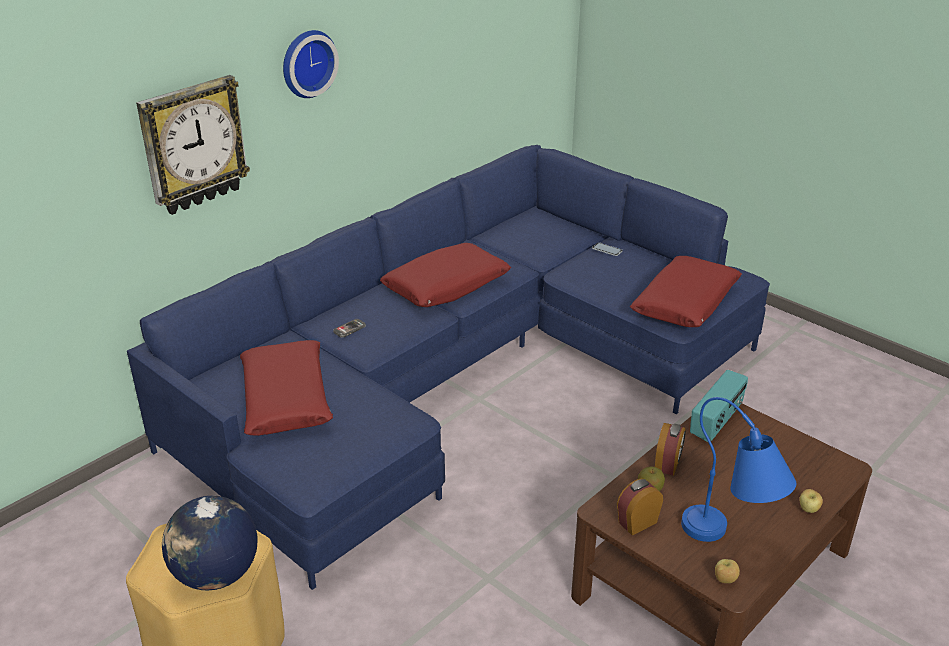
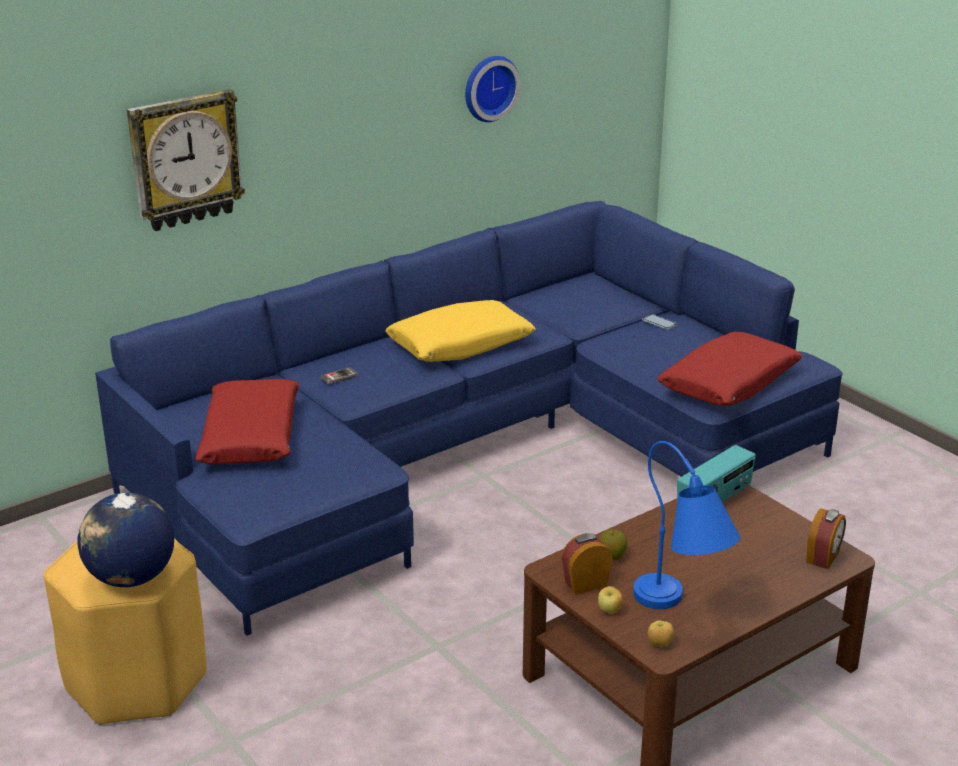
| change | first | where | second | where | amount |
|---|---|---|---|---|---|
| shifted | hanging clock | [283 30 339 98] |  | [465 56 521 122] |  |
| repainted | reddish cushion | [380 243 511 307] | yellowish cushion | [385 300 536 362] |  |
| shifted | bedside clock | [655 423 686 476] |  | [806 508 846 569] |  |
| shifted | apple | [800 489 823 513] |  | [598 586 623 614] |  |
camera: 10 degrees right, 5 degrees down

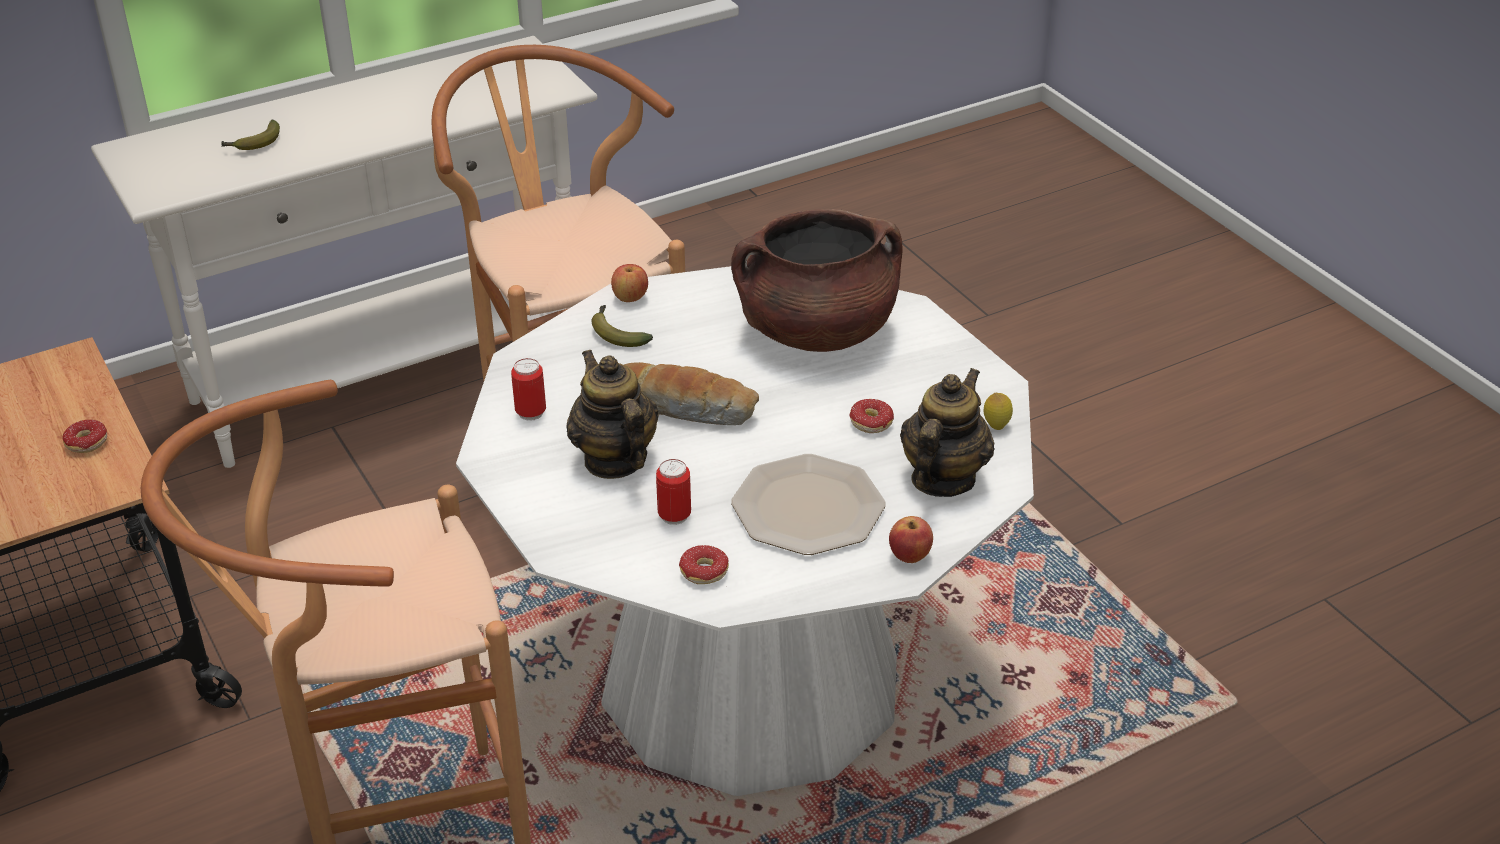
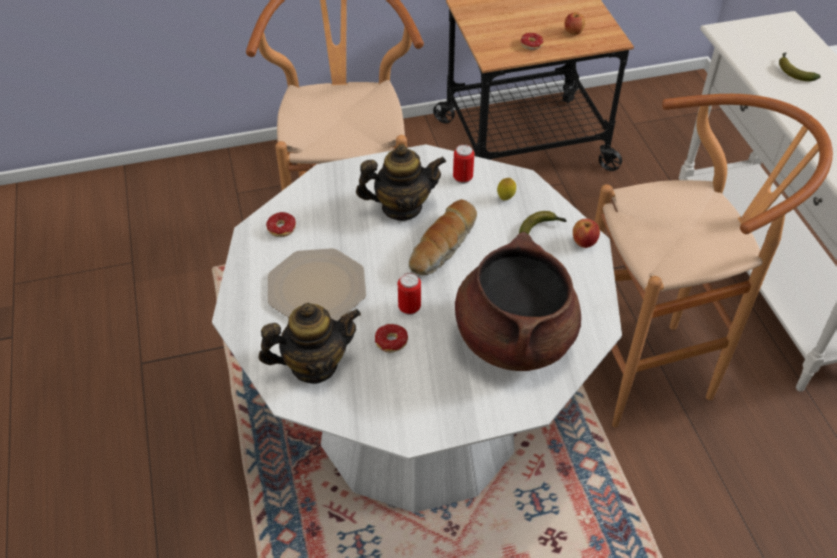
| change | first | where | second | where | amount |
|---|---|---|---|---|---|
| shifted | sealed can | [656 459 691 525] |  | [398 273 421 315] |  |
| shifted | apple | [889 516 933 563] |  | [565 12 585 35] |  |
| rotated | pot for tea | [900 368 994 497] |  | [259 303 361 384] | 60 degrees counterclockwise |
| shifted | lemon | [984 393 1013 430] |  | [497 178 516 200] |  |
camera: 105 degrees right, 10 degrees up

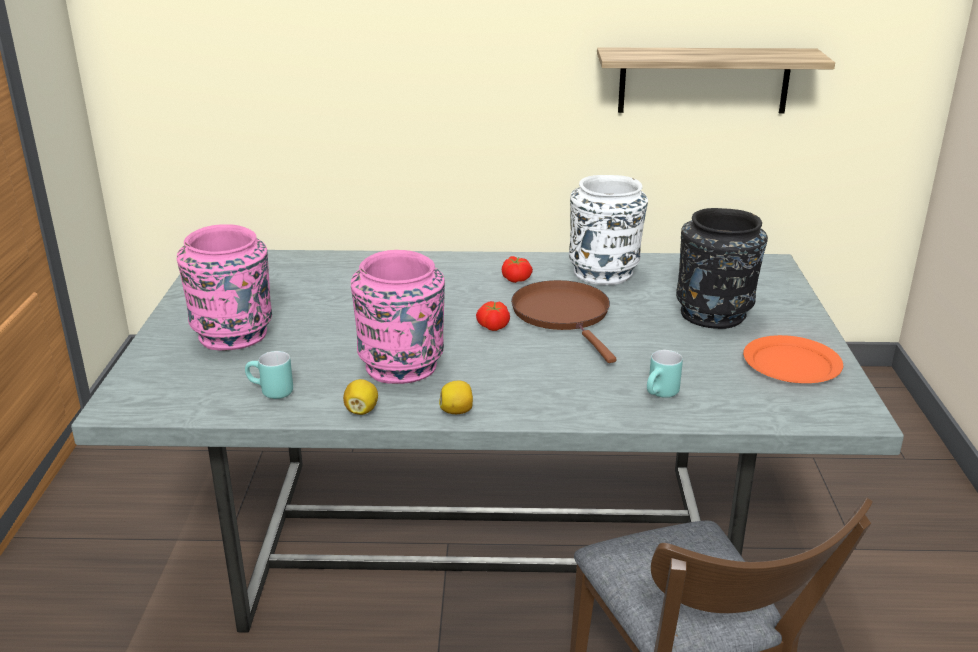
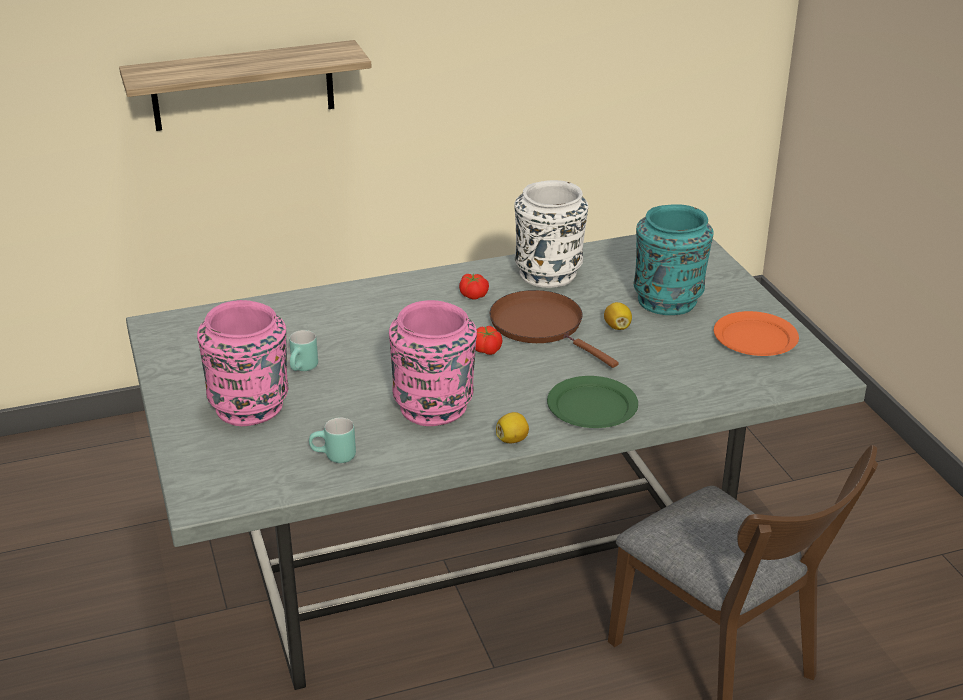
| change | first | where | second | where | amount |
|---|---|---|---|---|---|
| shifted | lemon | [343 379 378 415] |  | [604 302 632 330] |  |
| shifted | bracket shelf | [597 47 835 114] |  | [119 40 372 131] |  |
| shifted | turquoise coffee mug | [647 350 683 398] |  | [289 330 318 371] |  |
| repainted | black-coloured vase | [676 208 768 329] | turquoise vase | [634 204 714 315] |  |
| new |  |  | greenish flat dish | [547 376 638 428] |  |
camera: 20 degrees left, 5 degrees up

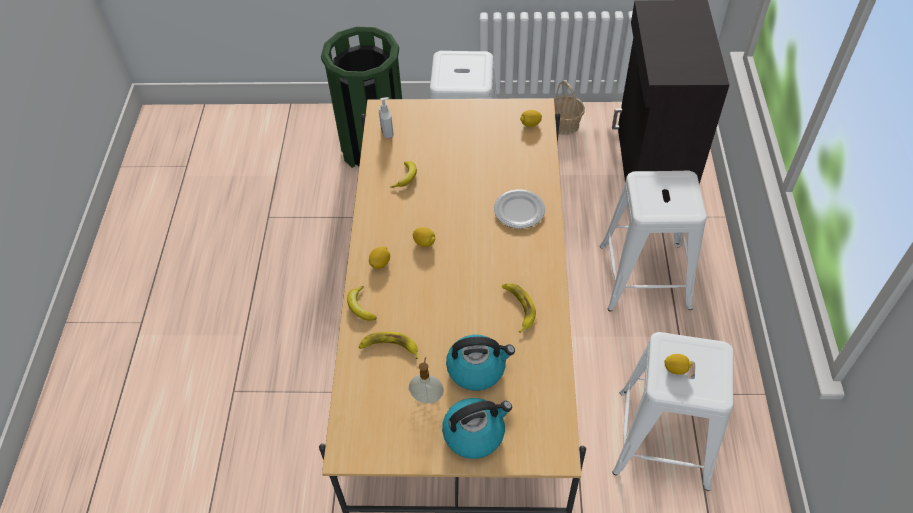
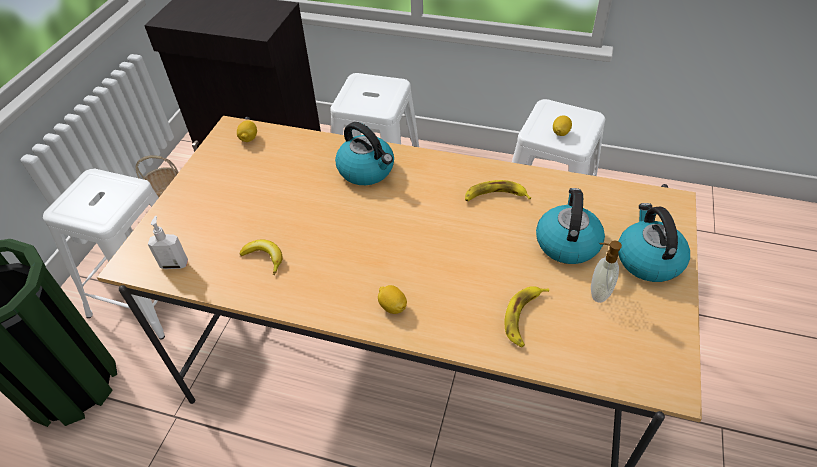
| change | first | where | second | where | amount |
|---|---|---|---|---|---|
| gone | banana | [347 286 377 321] |  |  |  |
| gone | lemon | [413 227 436 247] |  |  |  |
| swapped | flat dish | [494 189 545 229] | water kettle | [335 122 394 185] |  |
camera: 75 degrees left, 5 degrees down

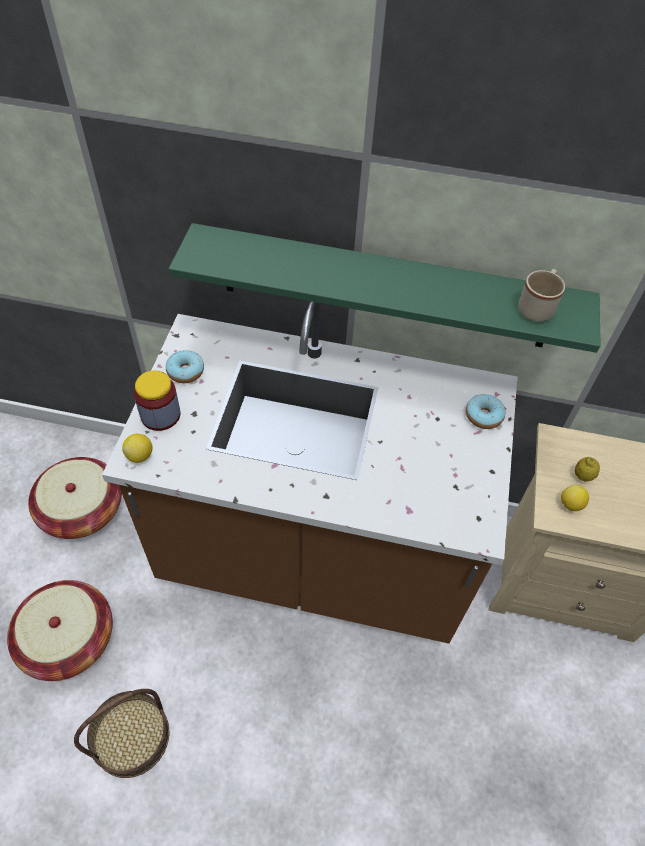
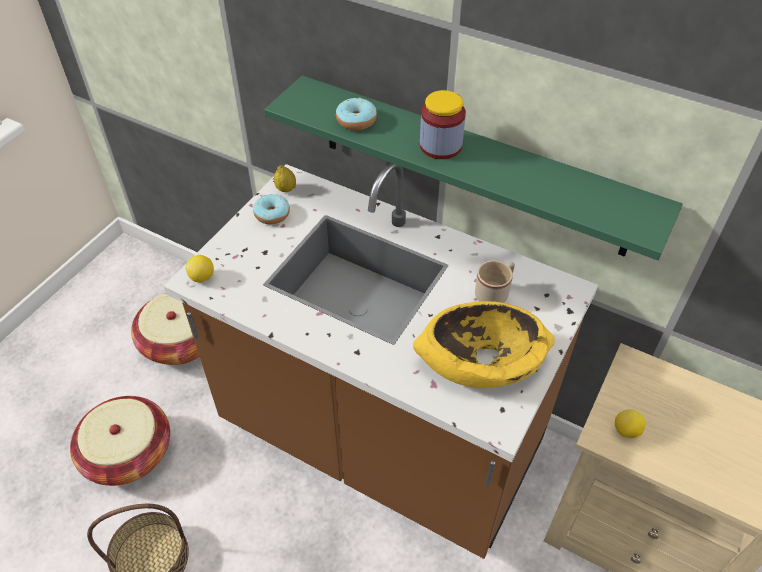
| change | first | where | second | where | amount |
|---|---|---|---|---|---|
| shifted | jar | [134 371 180 431] |  | [420 90 466 159] |  |
| shifted | donut | [466 394 506 429] |  | [336 98 377 130] |  |
| shifted | sand-coloured coffee mug | [518 269 565 322] |  | [475 260 515 303] |  |
| shifted | lemon | [575 457 600 481] |  | [274 165 296 192] |  |
| new |  |  | yellowish serving bowl | [413 301 555 388] |  |
camera: 20 degrees right, 5 degrees down

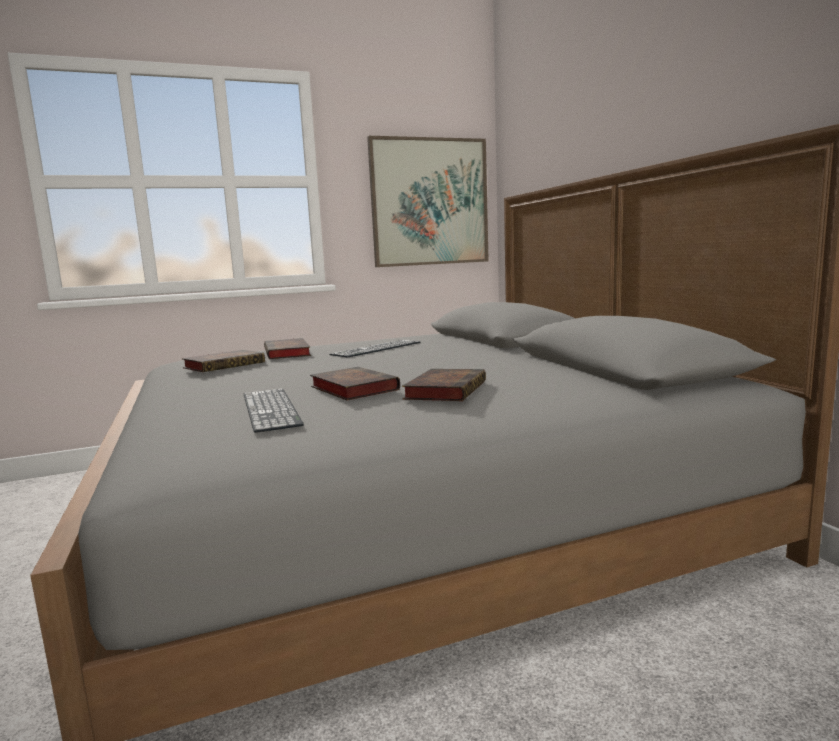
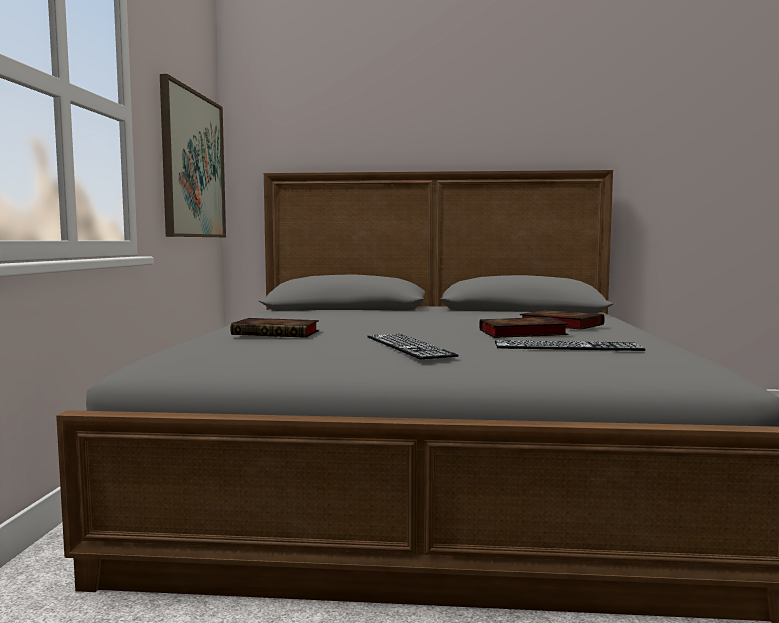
| change | first | where | second | where | amount |
|---|---|---|---|---|---|
| gone | bound book | [182 350 265 372] |  |  |  |
| shifted | PC keyboard | [330 339 420 357] |  | [367 334 459 359] |  |
camera: 65 degrees left, 5 degrees down

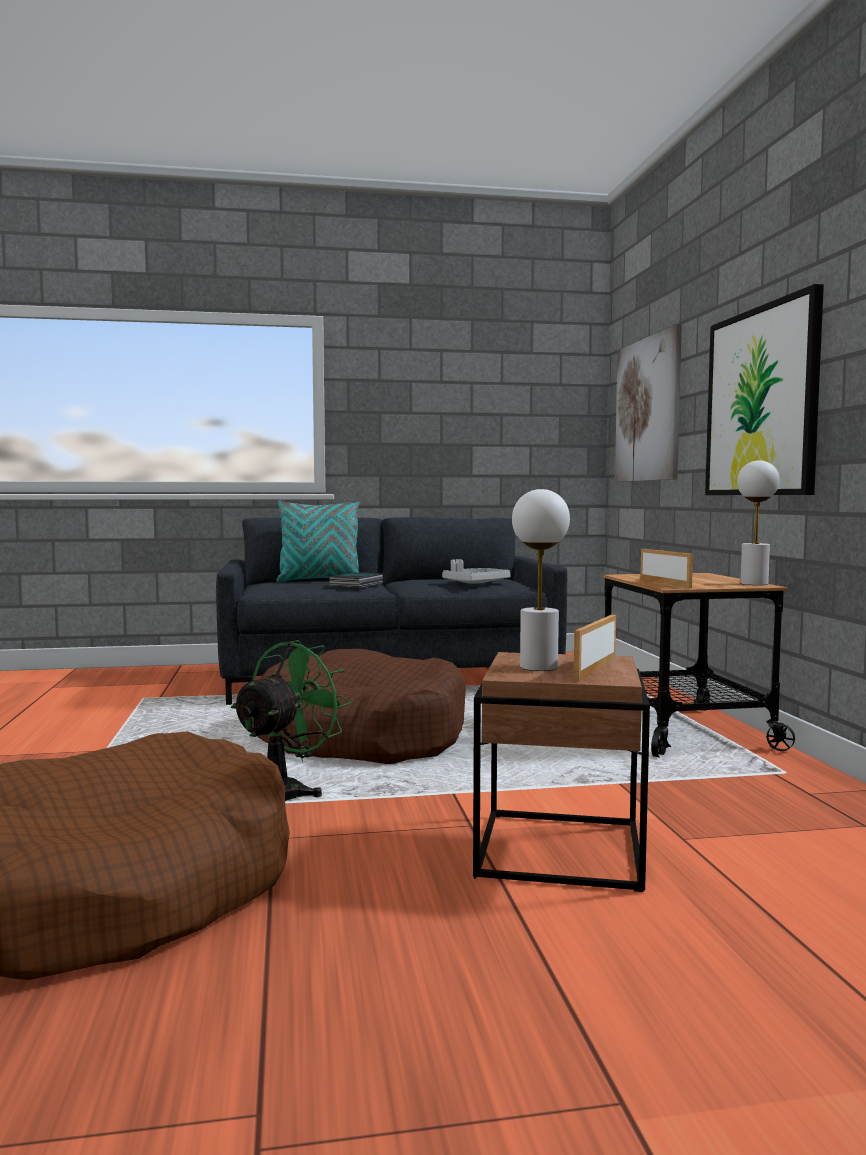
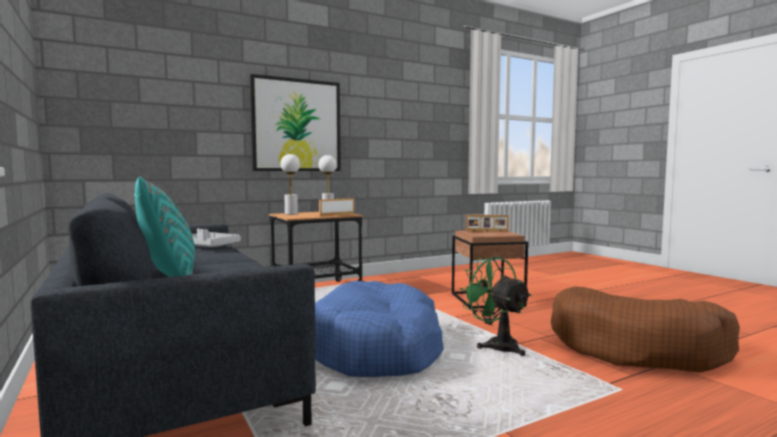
| change | first | where | second | where | amount |
|---|---|---|---|---|---|
| rotated | greenish cooling fan | [231 640 351 801] |  | [460 257 532 356] | 45 degrees clockwise |
| repainted | brown dog cushion | [257 649 466 764] | blue dog cushion | [315 281 444 377] |  |
| gone | bound book | [329 572 383 588] |  |  |  |
| shifted | white-coloured lamp for a table | [512 489 570 671] |  | [281 154 300 215] |  |
| gone | wall art | [615 324 682 482] |  |  |  |
camera: 110 degrees left, 0 degrees up

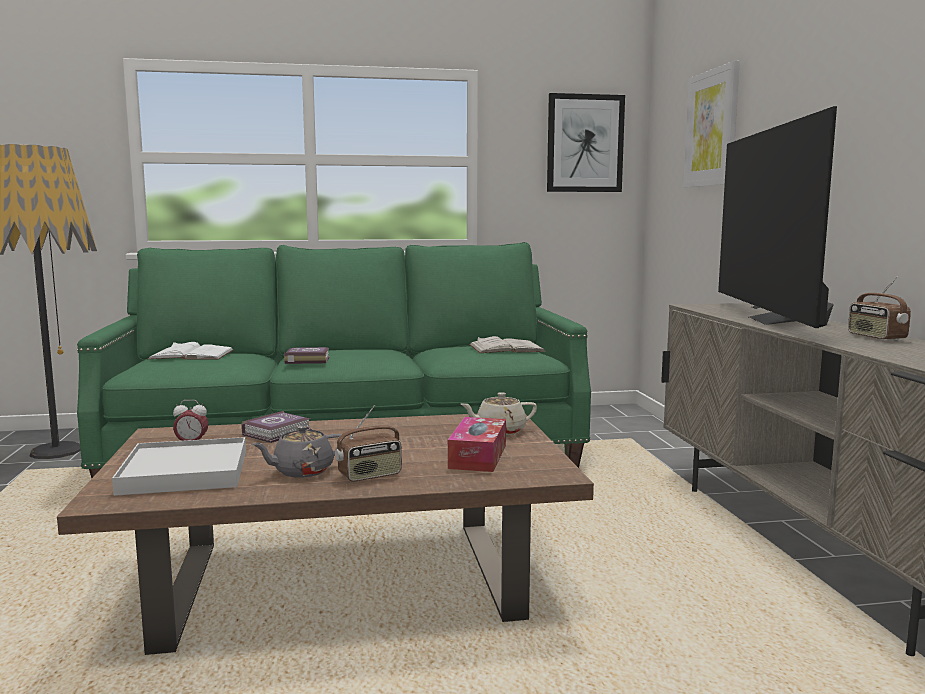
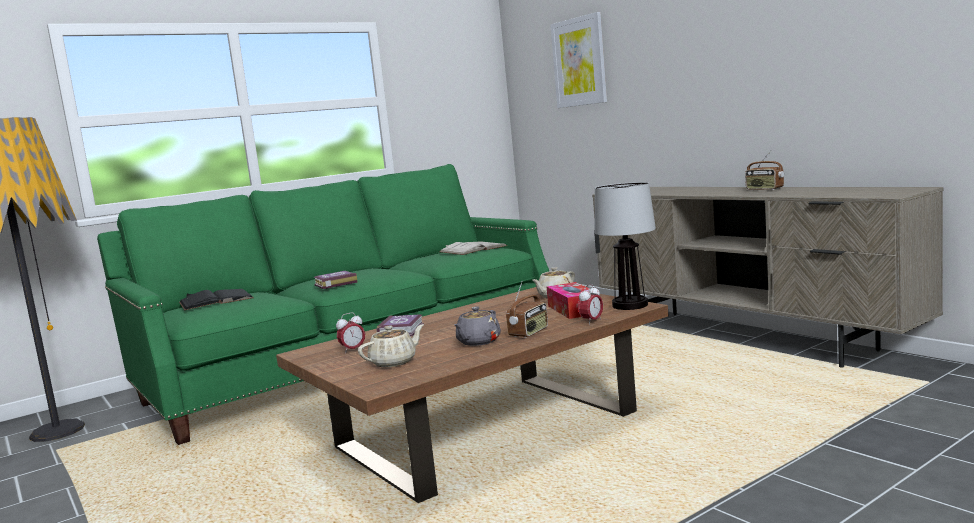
| change | first | where | second | where | amount |
|---|---|---|---|---|---|
| swapped | white-coloured tray | [112 437 246 496] | sand-coloured pot for tea | [358 324 424 367] |  |
| repainted | white-coloured bound book | [147 342 234 360] | black-coloured bound book | [179 289 254 310] |  |
| gone | wall art | [547 93 625 192] |  |  |  |
| gone | TV set | [718 106 837 328] |  |  |  |
| new |  |  | bedside clock | [578 284 603 325] |  |
| new |  |  | lamp for a table | [595 182 656 310] |  |
camera: 25 degrees left, 0 degrees up

